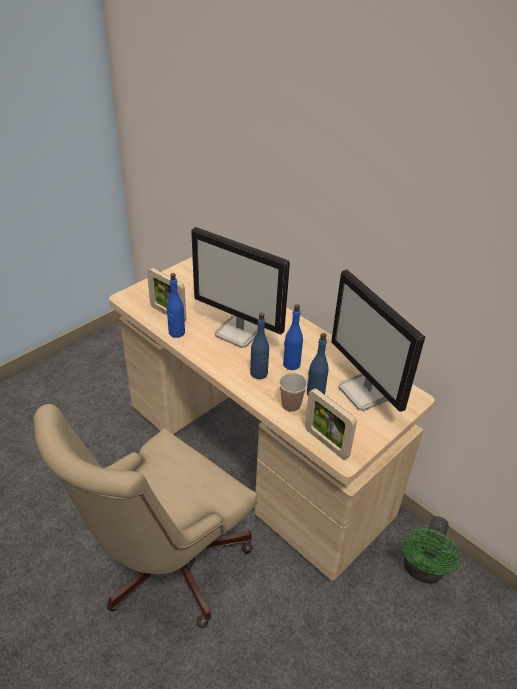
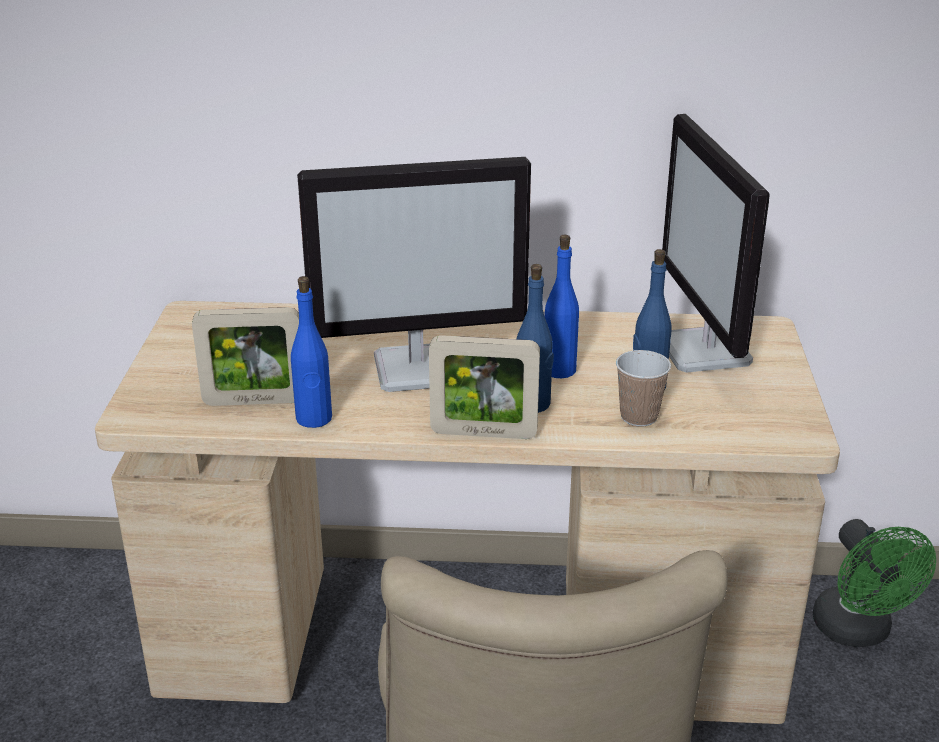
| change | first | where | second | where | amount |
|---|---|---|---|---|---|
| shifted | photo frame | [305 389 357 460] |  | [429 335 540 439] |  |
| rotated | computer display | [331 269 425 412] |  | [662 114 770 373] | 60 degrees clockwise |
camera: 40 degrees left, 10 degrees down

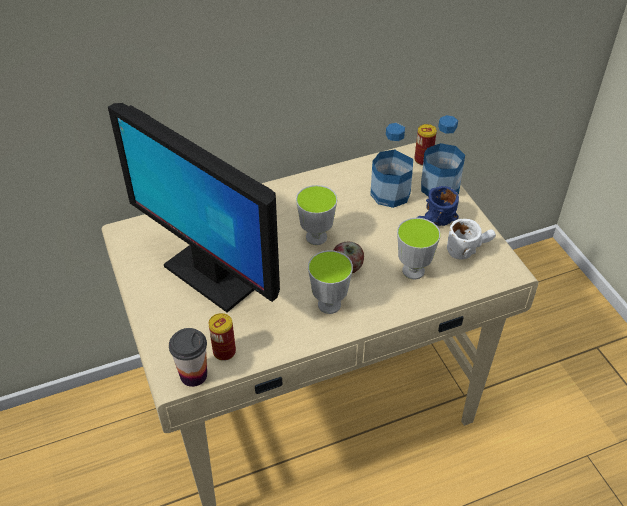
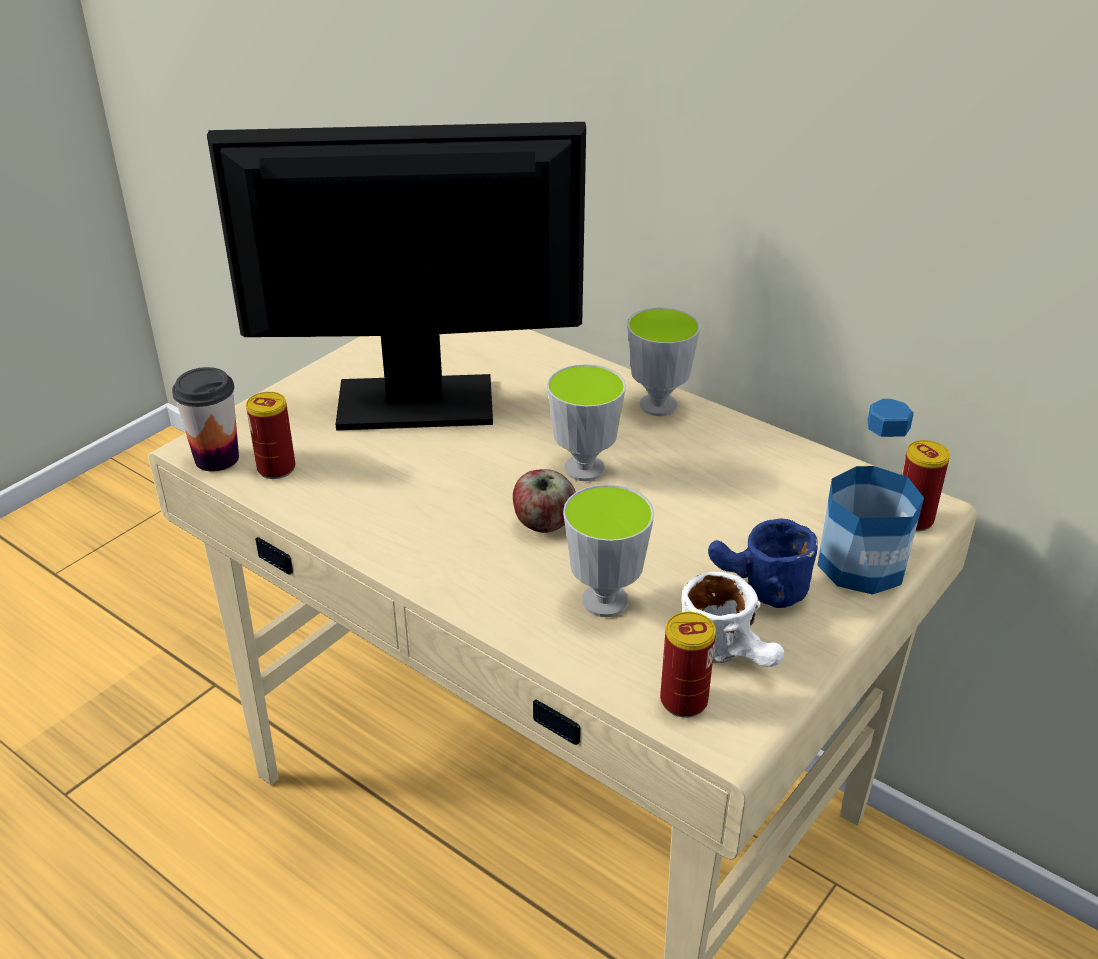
| change | first | where | second | where | amount |
|---|---|---|---|---|---|
| rotated | computer display | [108 103 280 312] |  | [207 122 586 431] | 75 degrees clockwise |
| shifted | drinking cup | [308 250 353 314] |  | [627 307 700 416] |  |
| gone | bottle | [370 123 413 208] |  |  |  |
| new |  |  | sealed can | [660 612 716 718] |  |
camera: 60 degrees right, 10 degrees down

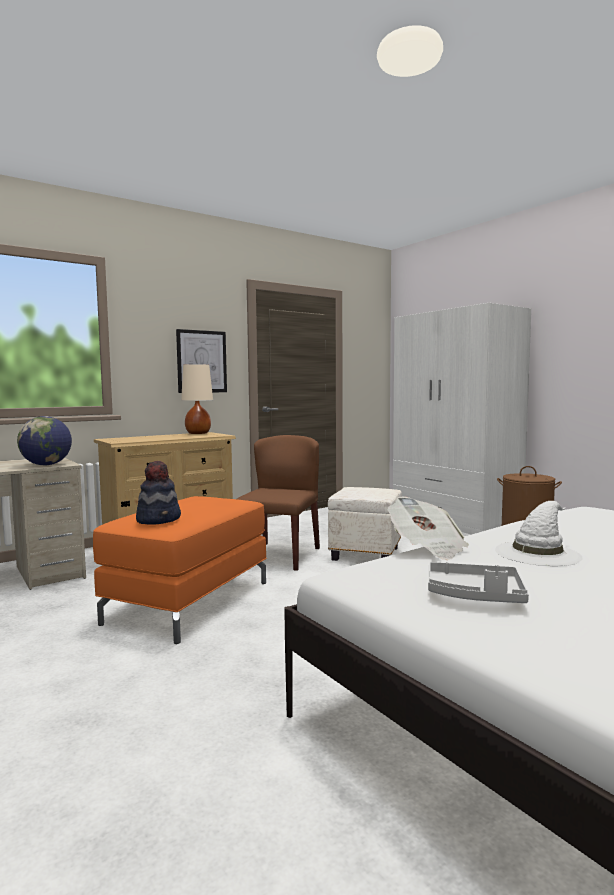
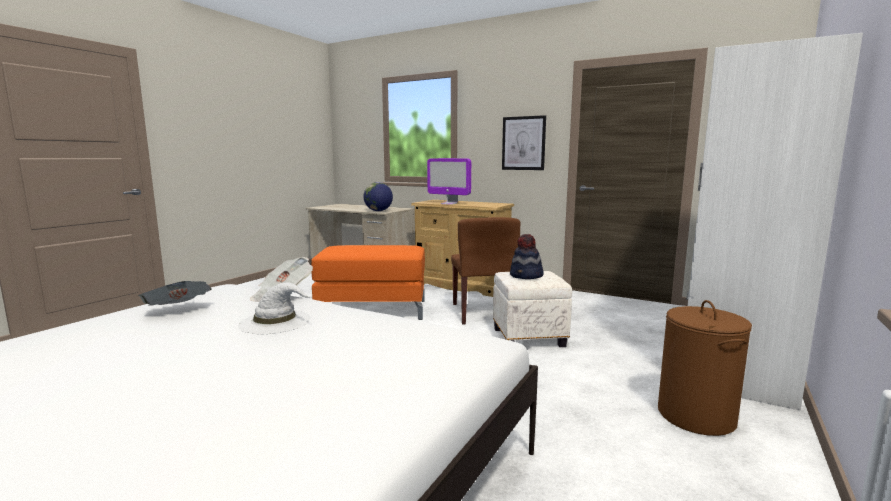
| change | first | where | second | where | amount |
|---|---|---|---|---|---|
| shifted | wearable hat | [136 461 181 525] |  | [510 234 544 279] |  |
| gone | sand-coloured lamp for a table | [181 364 213 434] |  |  |  |
| rotated | brown chair | [237 435 320 571] |  | [451 217 520 325] | 90 degrees clockwise |
| swapped | grey tray | [428 562 529 603] | printed paper | [138 281 212 306] |  |
| new |  |  | computer display | [427 158 471 205] |  |
camera: 65 degrees right, 5 degrees up

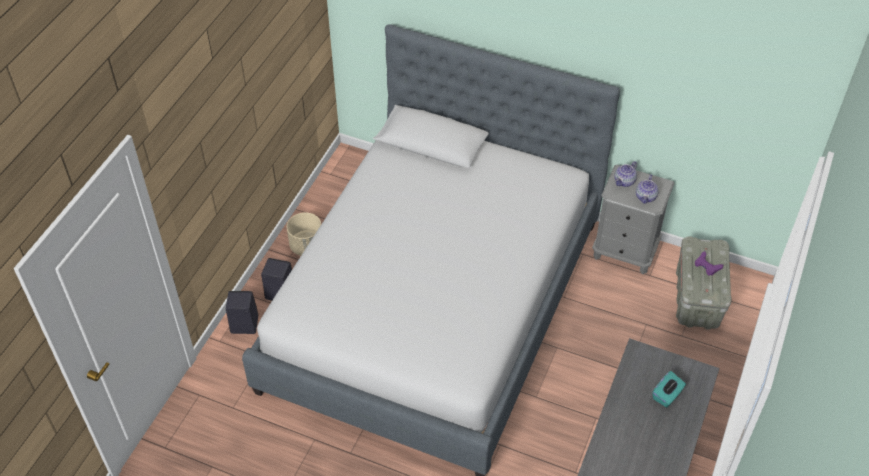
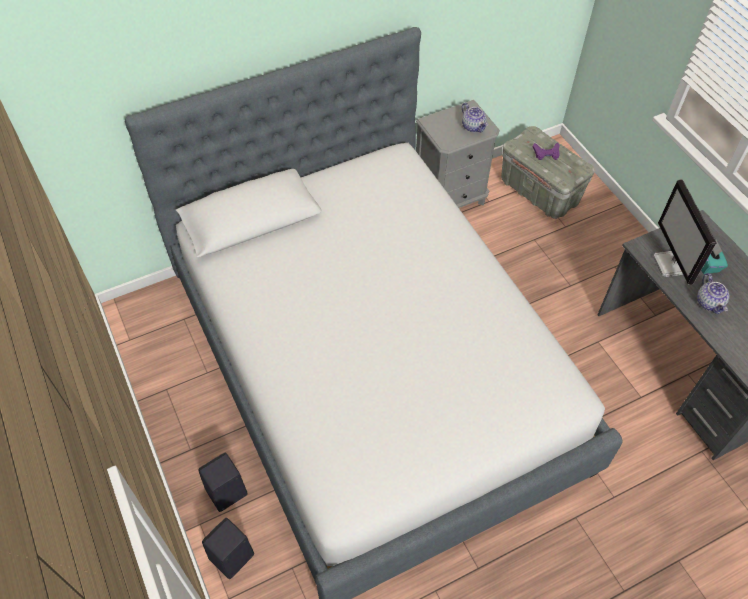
| change | first | where | second | where | amount |
|---|---|---|---|---|---|
| gone | sand-coloured flower pot | [287 212 321 256] |  |  |  |
| shifted | pot for tea | [614 161 637 187] |  | [697 273 729 314] |  |
| new |  |  | computer display | [653 180 716 285] |  |
camera: 50 degrees left, 5 degrees up

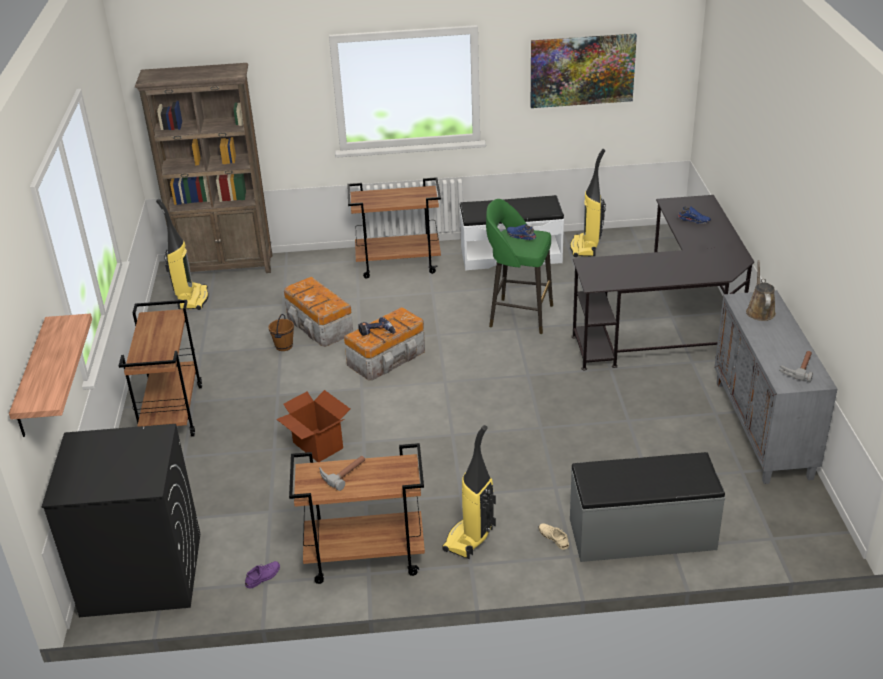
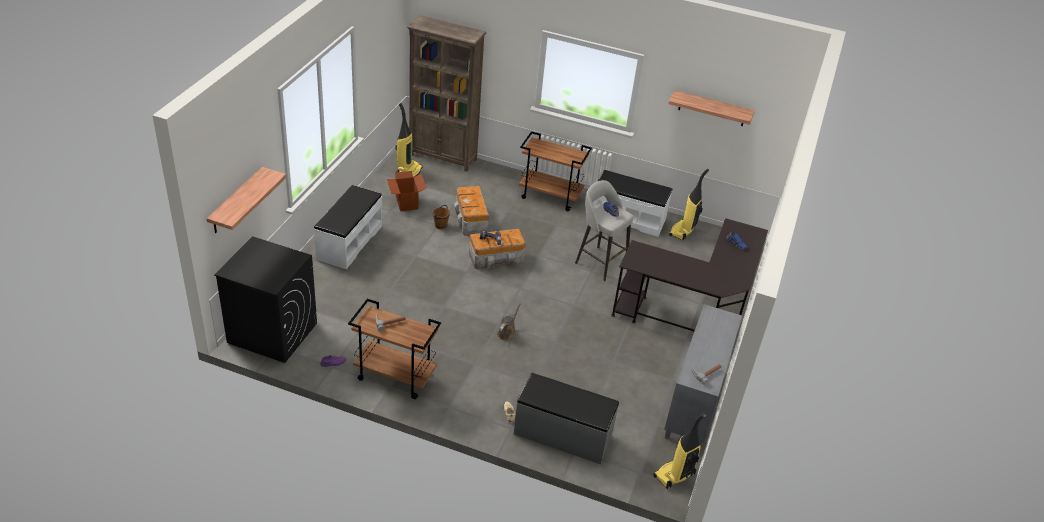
| change | first | where | second | where | amount |
|---|---|---|---|---|---|
| swapped | brown cart | [119 300 202 437] | white-coloured indoor bench | [314 185 382 269] |  |
| shifted | packing box | [276 390 350 462] |  | [387 171 427 211] |  |
| shifted | hoover | [442 425 496 559] |  | [653 413 706 489] |  |
| repainted | greenish stool | [486 199 553 334] | grey stool | [575 180 633 281] |  |
| swapped | wall art | [531 34 637 108] | bracket shelf | [668 90 755 126] |  |
| shifted | brown watering pot | [746 260 776 321] |  | [497 301 522 341] |  |
camera: 20 degrees right, 5 degrees up

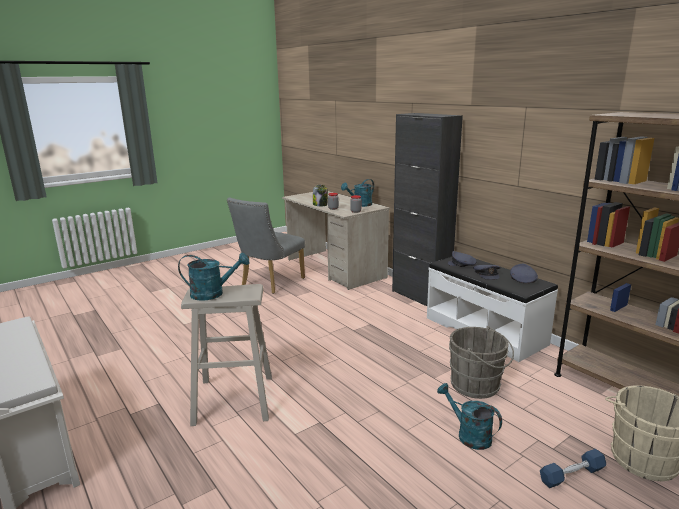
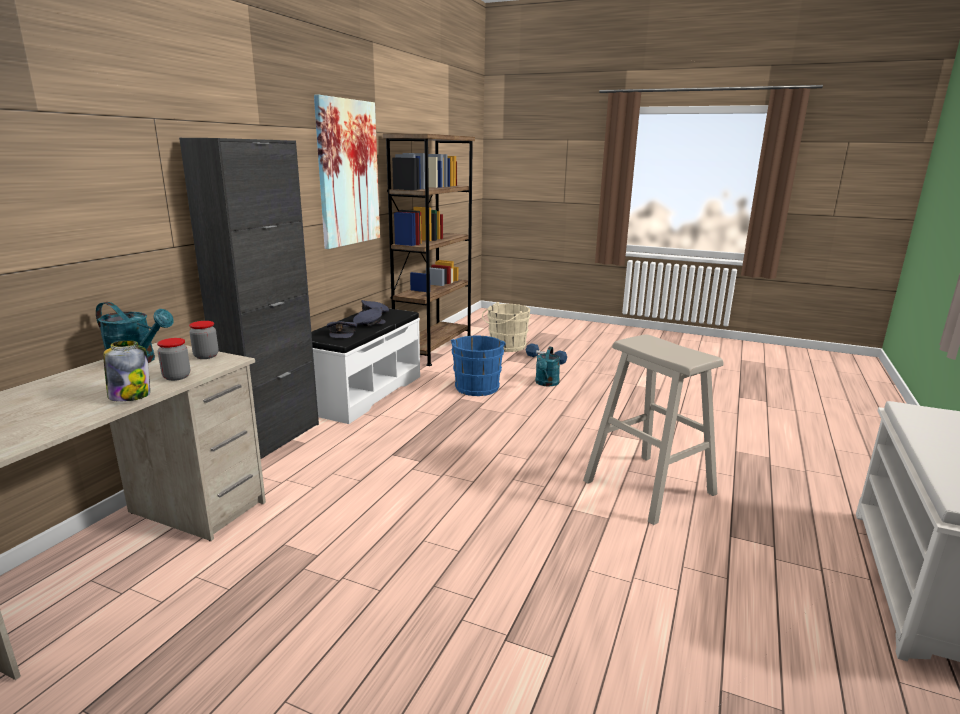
| change | first | where | second | where | amount |
|---|---|---|---|---|---|
| gone | turquoise watering pot | [178 252 249 301] |  |  |  |
| gone | grey chair | [227 198 305 294] |  |  |  |
| repainted | grey pail | [449 326 514 399] | blue pail | [451 336 506 396] |  |
| new |  |  | wall art | [314 94 380 249] |  |
camera: 120 degrees left, 0 degrees up

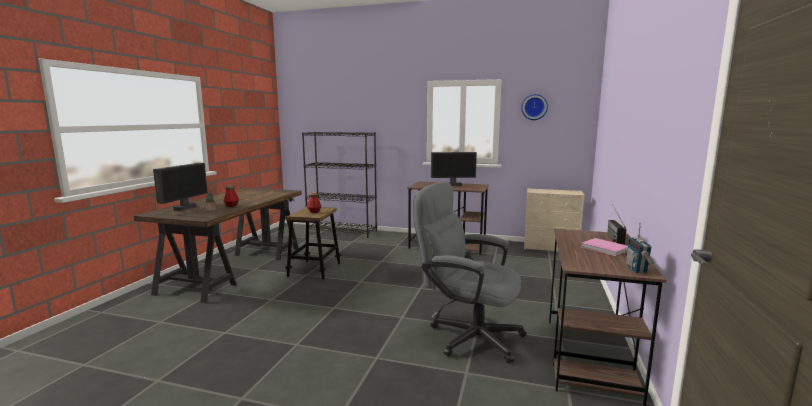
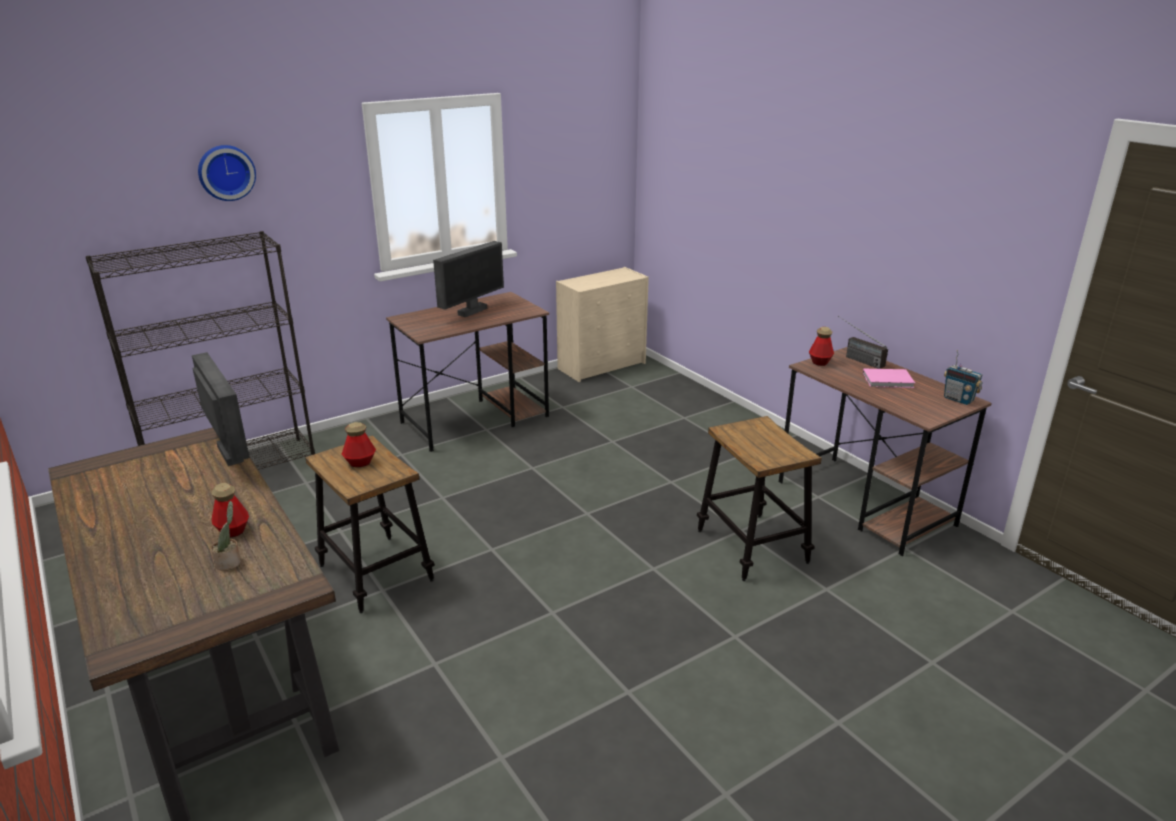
| change | first | where | second | where | amount |
|---|---|---|---|---|---|
| shifted | computer display | [153 163 208 211] |  | [192 352 250 466] |  |
| swapped | grey desk chair | [413 182 527 363] | stool | [697 416 822 581] |  |
| shifted | hanging clock | [521 94 548 120] |  | [198 145 256 201] |  |
| new |  |  | bottle | [809 327 834 366] |  |
camera: 50 degrees left, 15 degrees up

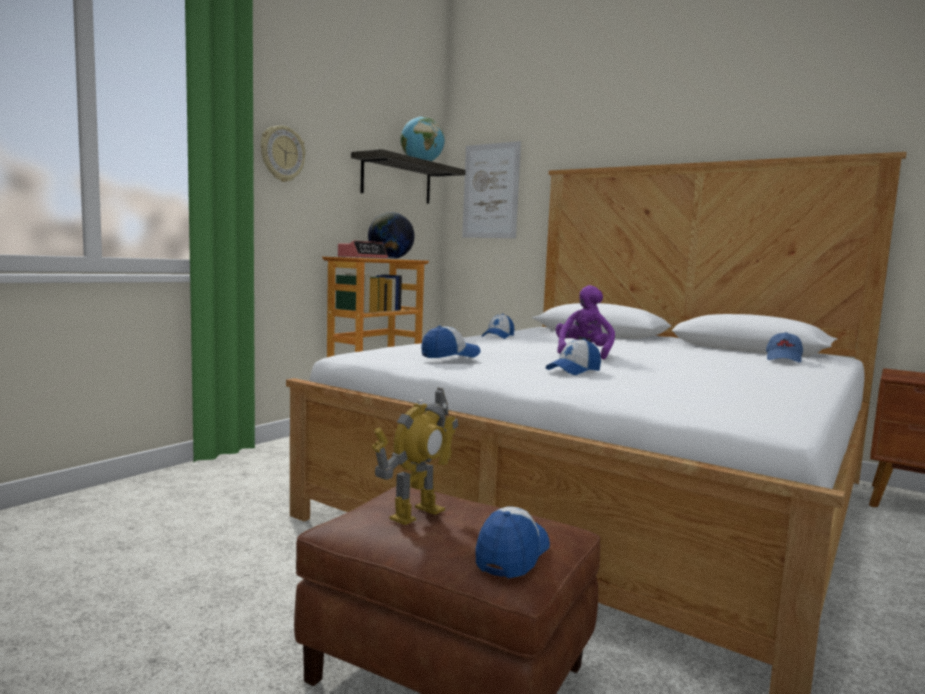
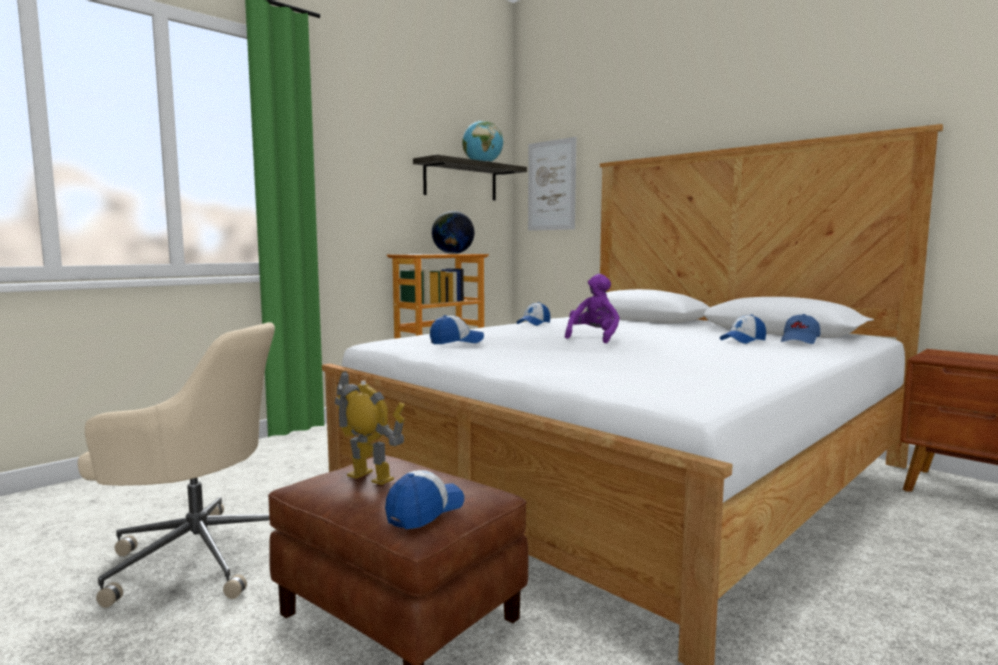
| change | first | where | second | where | amount |
|---|---|---|---|---|---|
| gone | hanging clock | [261 125 305 182] |  |  |  |
| gone | bedside clock | [338 240 388 259] |  |  |  |
| rotated | model robot | [372 388 458 525] |  | [335 371 405 485] | 105 degrees counterclockwise |
| shifted | cap | [546 339 601 375] |  | [720 314 766 344] |  |
| new |  |  | sand-coloured desk chair | [78 322 275 608] |  |
camera: 10 degrees right, 0 degrees up

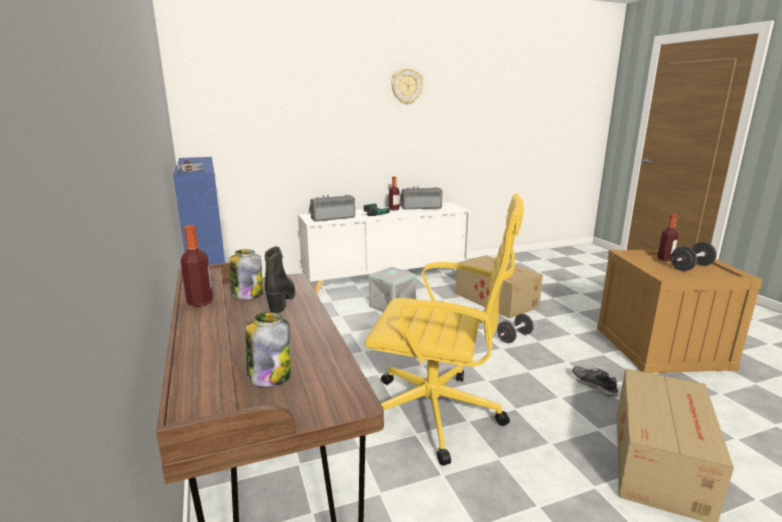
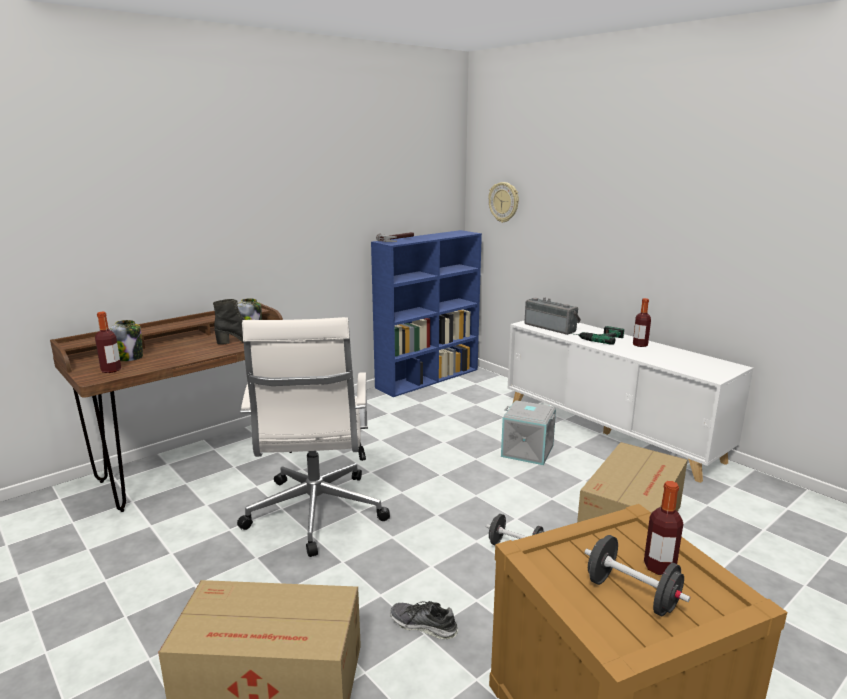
| change | first | where | second | where | amount |
|---|---|---|---|---|---|
| shifted | bottle | [181 225 213 306] |  | [95 312 121 373] |  |
| repainted | yellowish desk chair | [365 194 523 466] | white-coloured desk chair | [237 317 390 557] |  |
| shifted | hanging clock | [391 68 423 104] |  | [488 182 519 223] |  |
| gone | radio | [401 186 442 210] |  |  |  |
| rotated | item of footwear | [571 366 618 398] |  | [390 601 458 639] | 105 degrees counterclockwise |
camera: 70 degrees right, 0 degrees up

